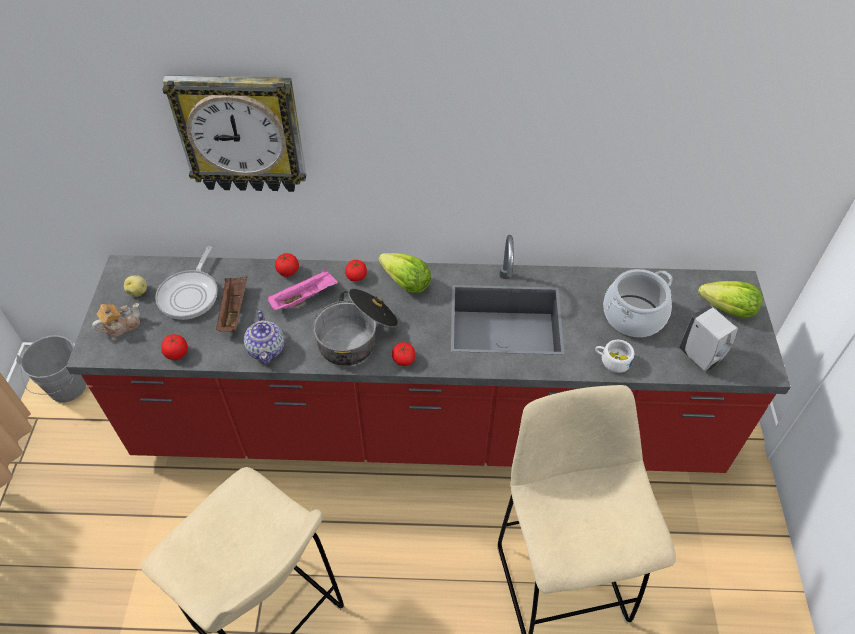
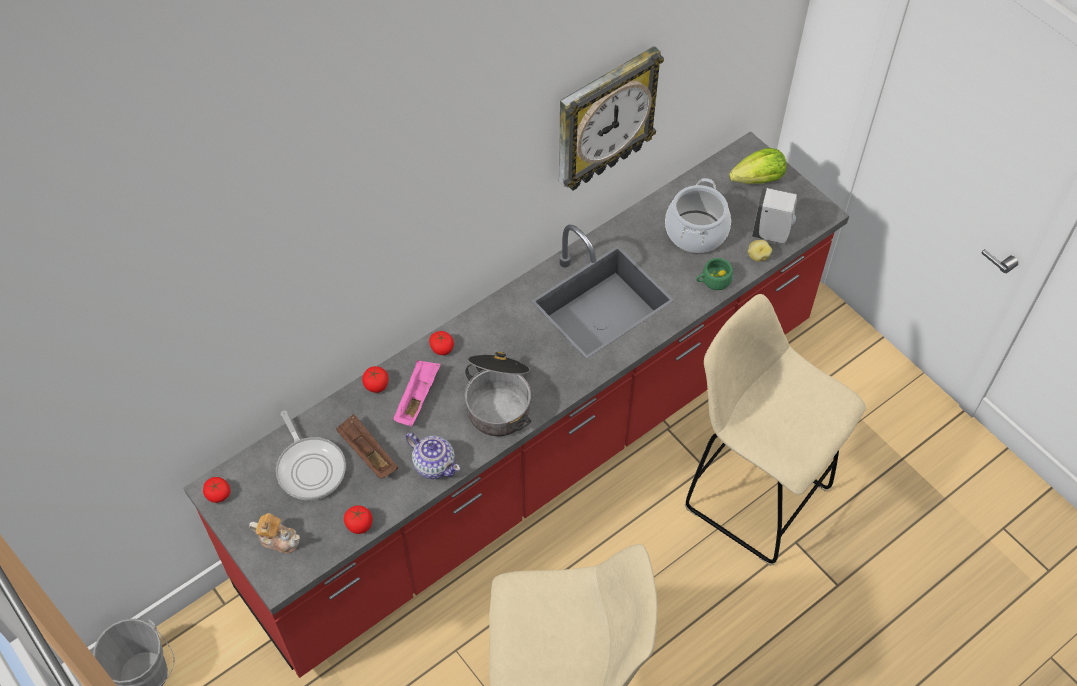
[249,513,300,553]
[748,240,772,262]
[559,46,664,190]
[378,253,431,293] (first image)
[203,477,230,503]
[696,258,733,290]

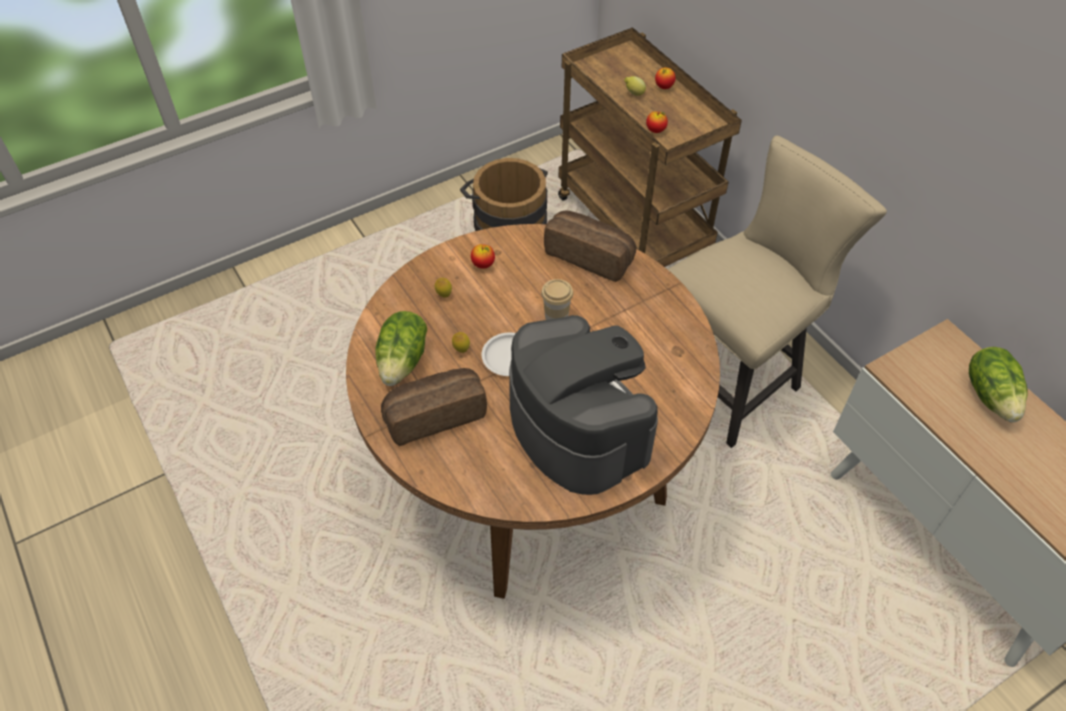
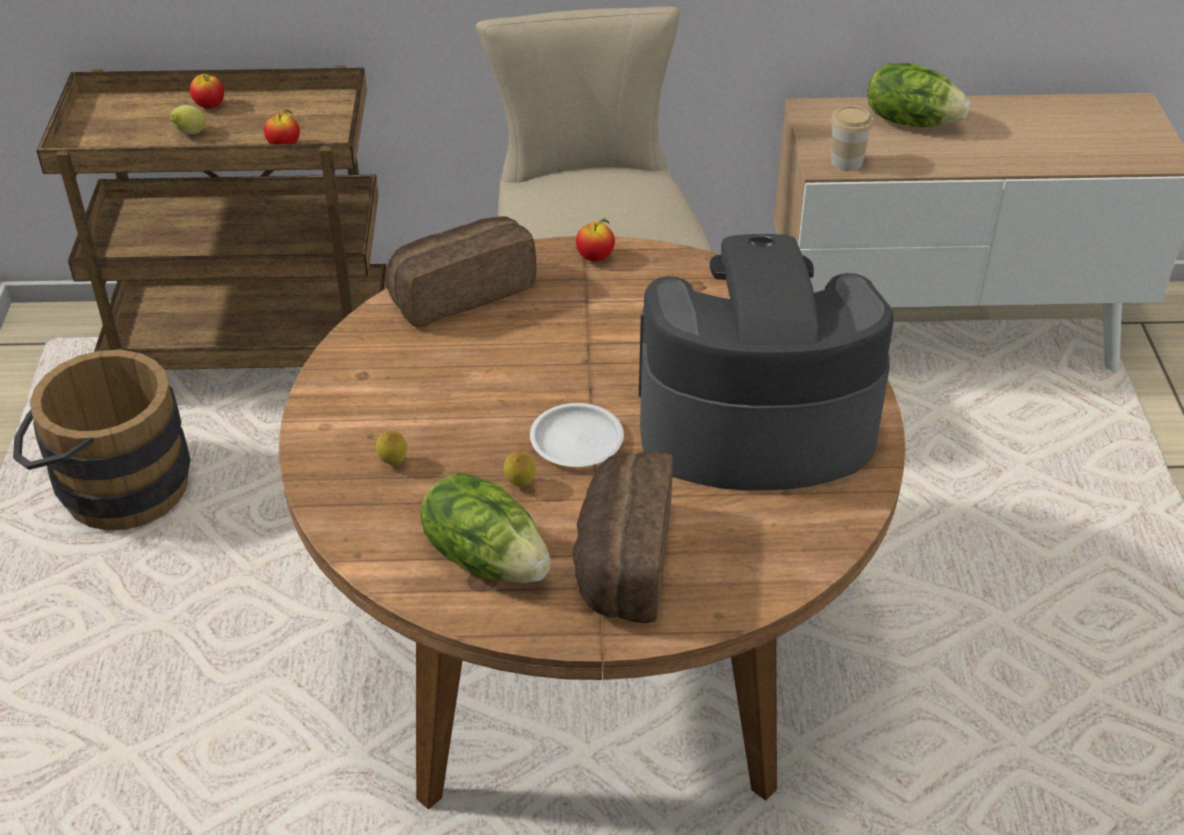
[576,218,615,262]
[831,106,874,171]

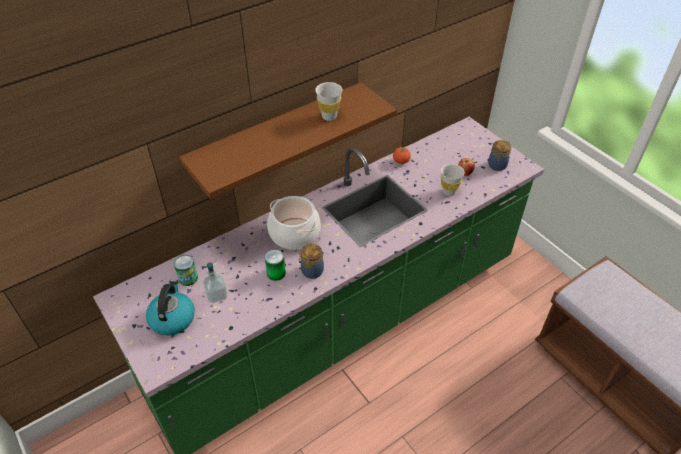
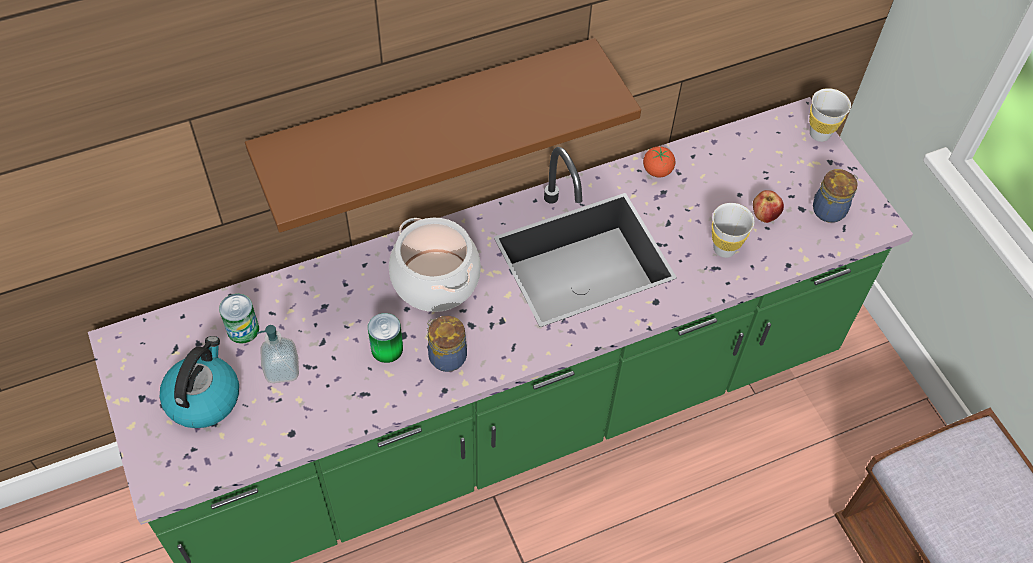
[809,88,851,142]

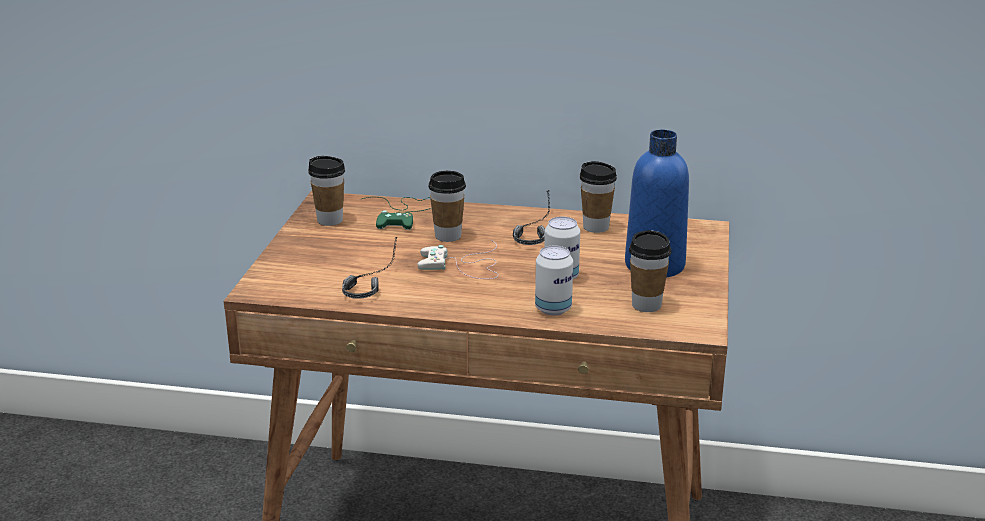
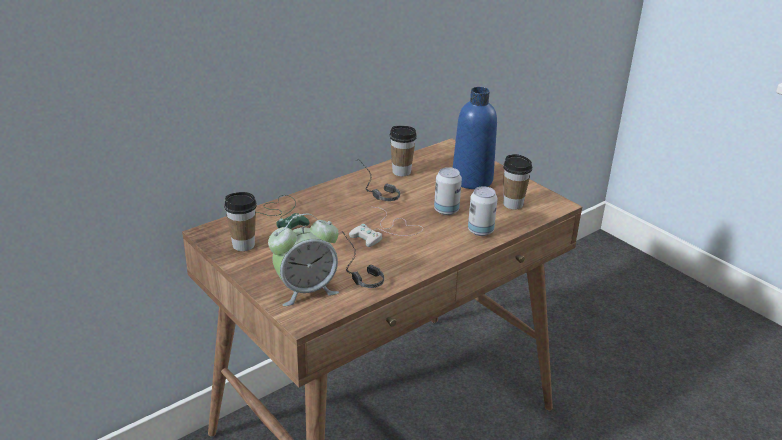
[428,171,466,242] (first image)
[268,214,339,306]

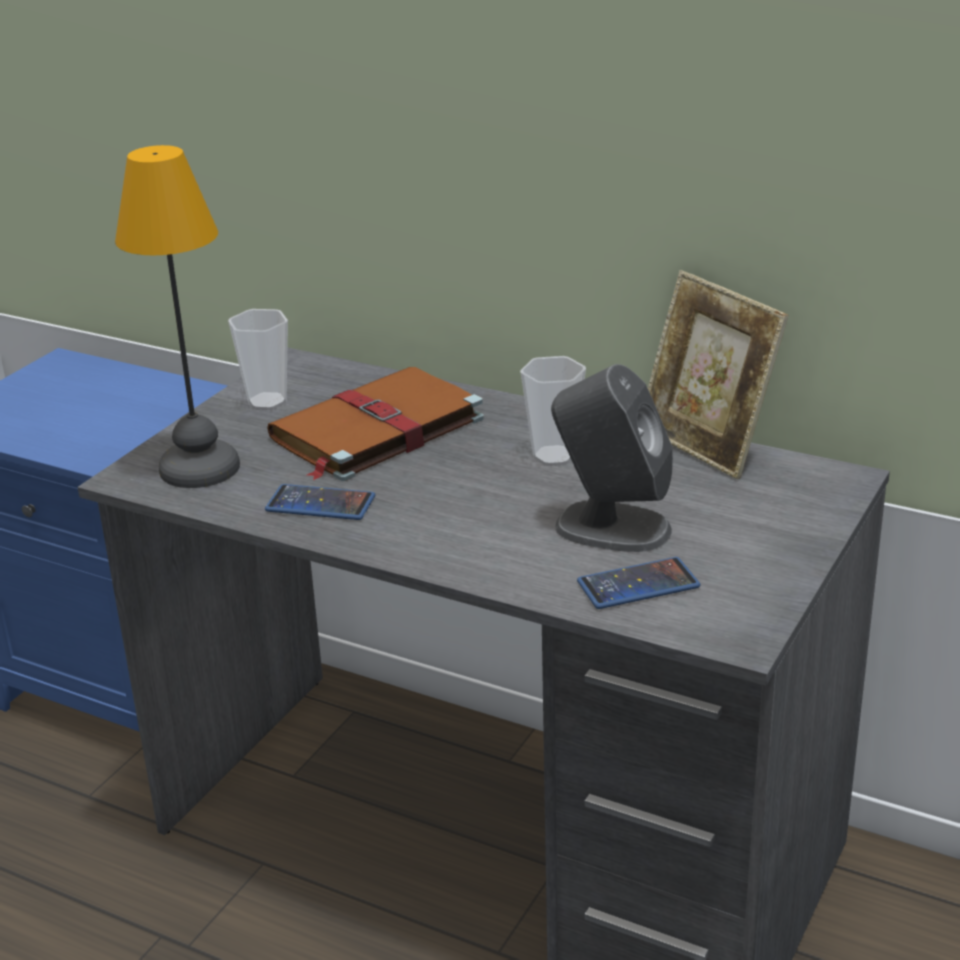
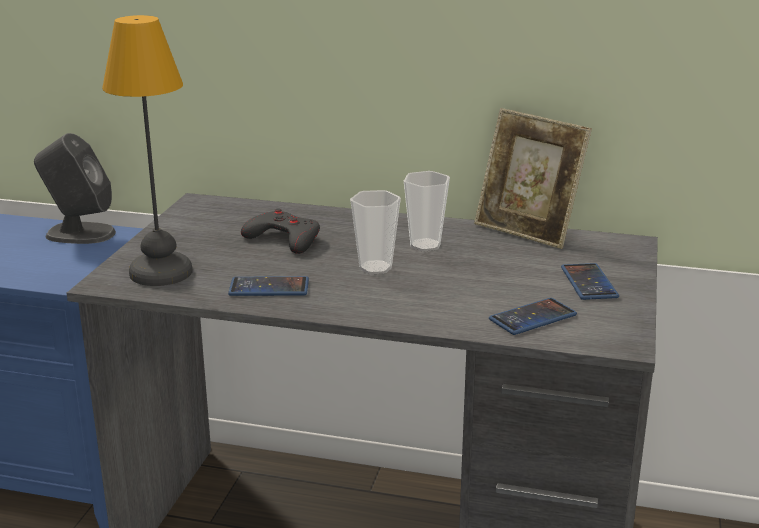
[350,190,401,274]
[241,209,320,254]
[34,133,116,244]
[561,263,619,300]

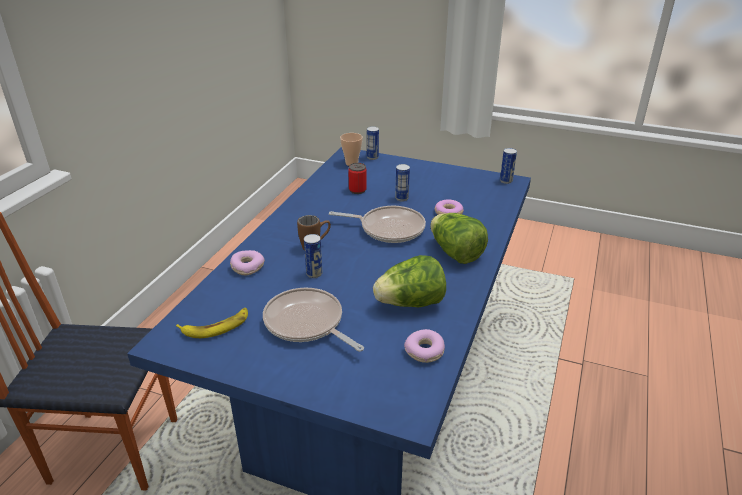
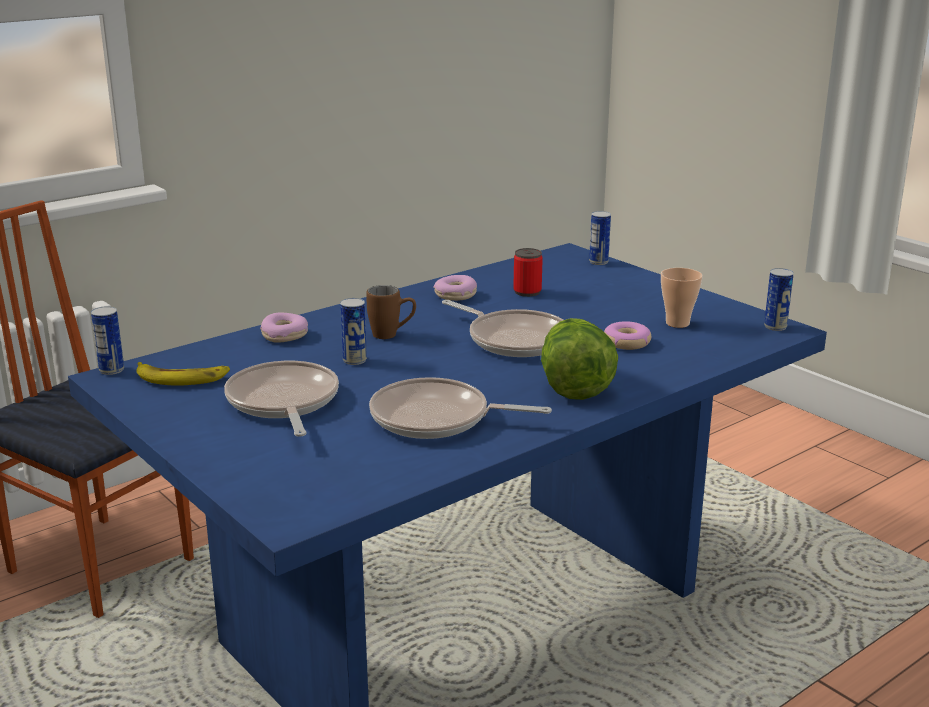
[661,268,703,328]
[369,377,552,439]
[91,306,124,375]
[433,275,477,301]

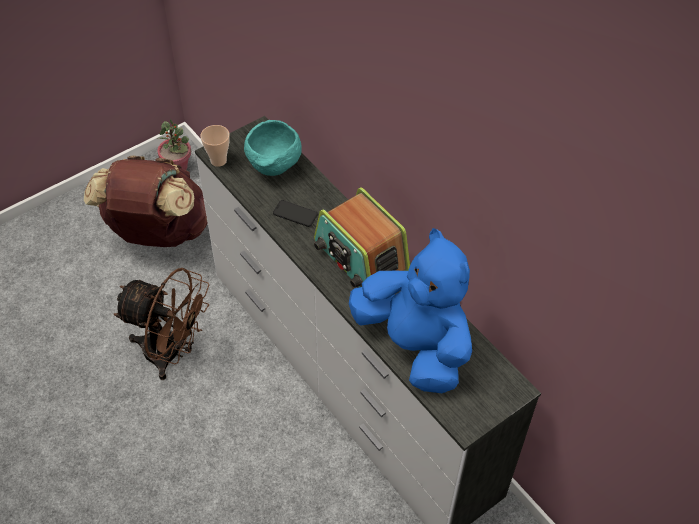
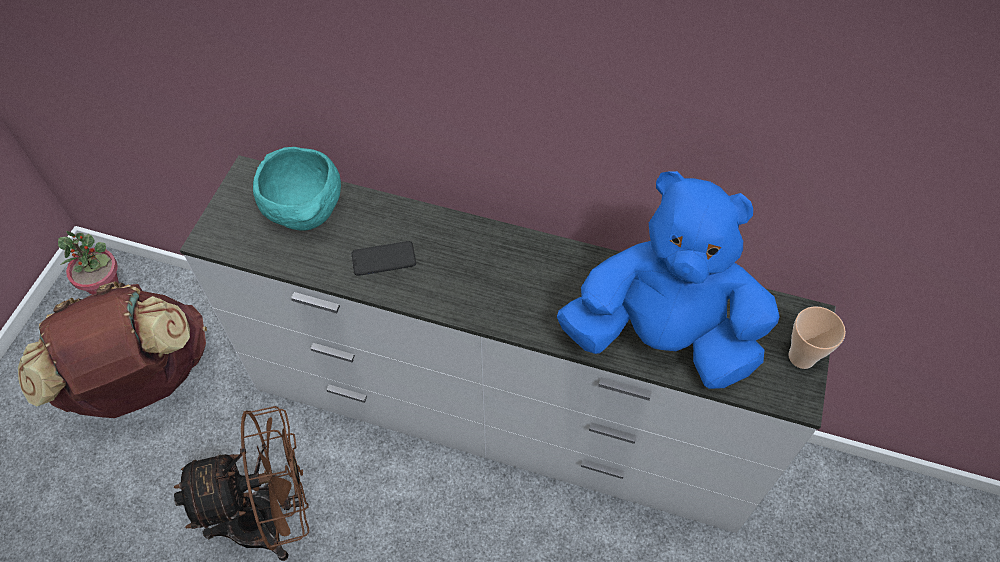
[788,306,846,369]
[314,187,410,288] (first image)

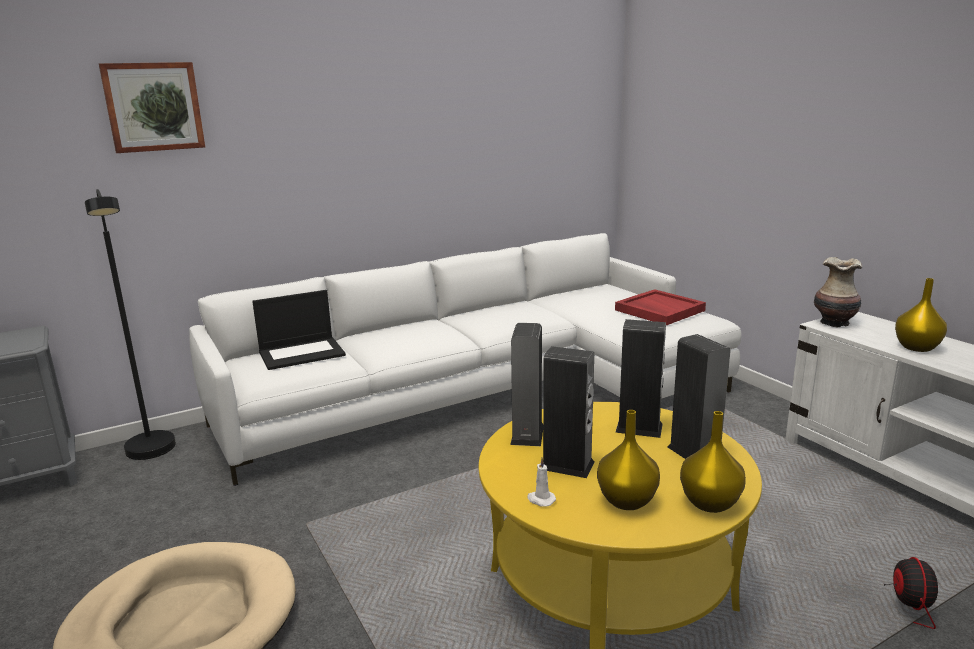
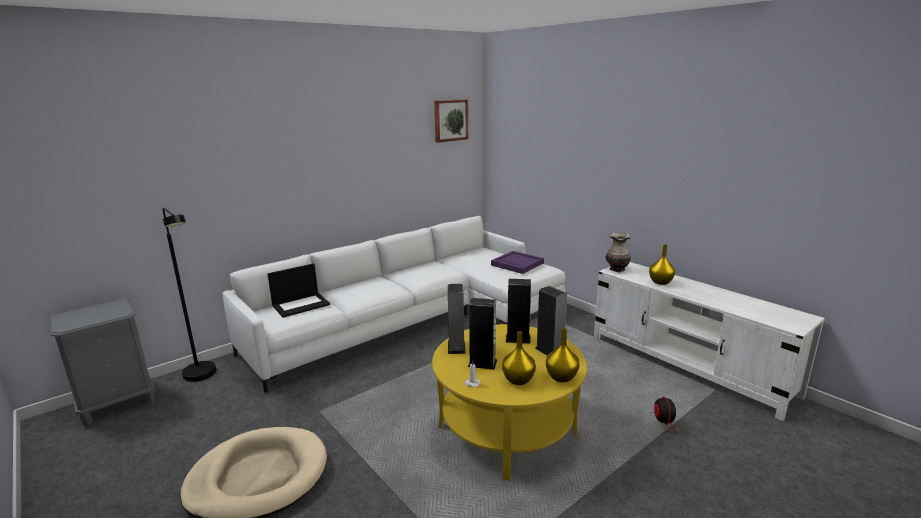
[434,99,468,142]
[491,251,544,274]

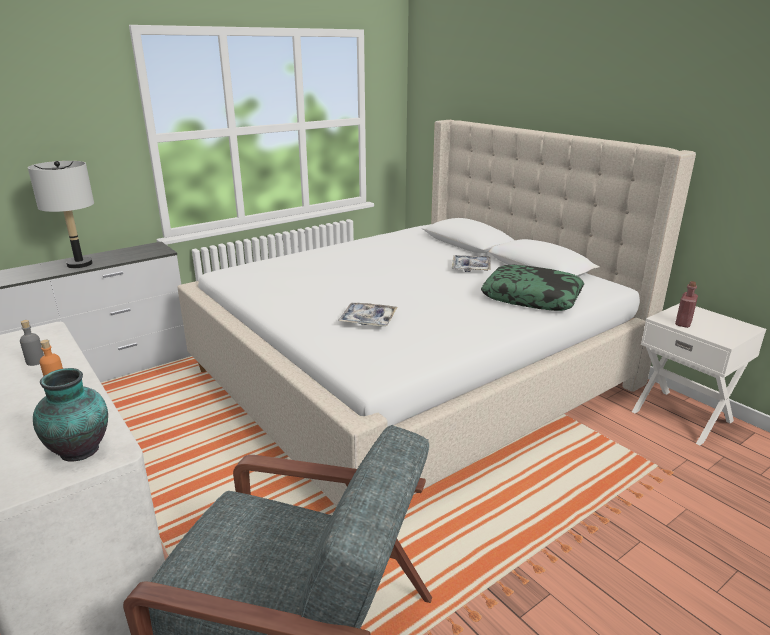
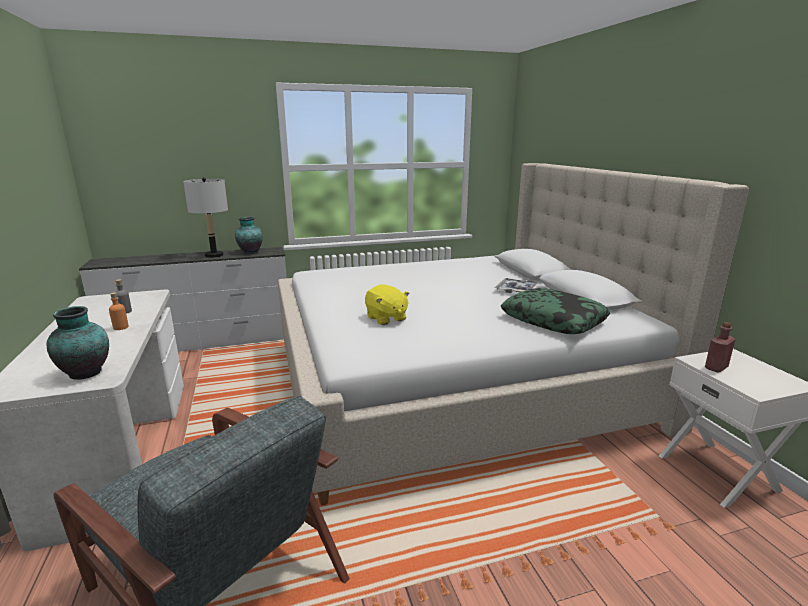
[365,285,410,325]
[235,217,263,254]

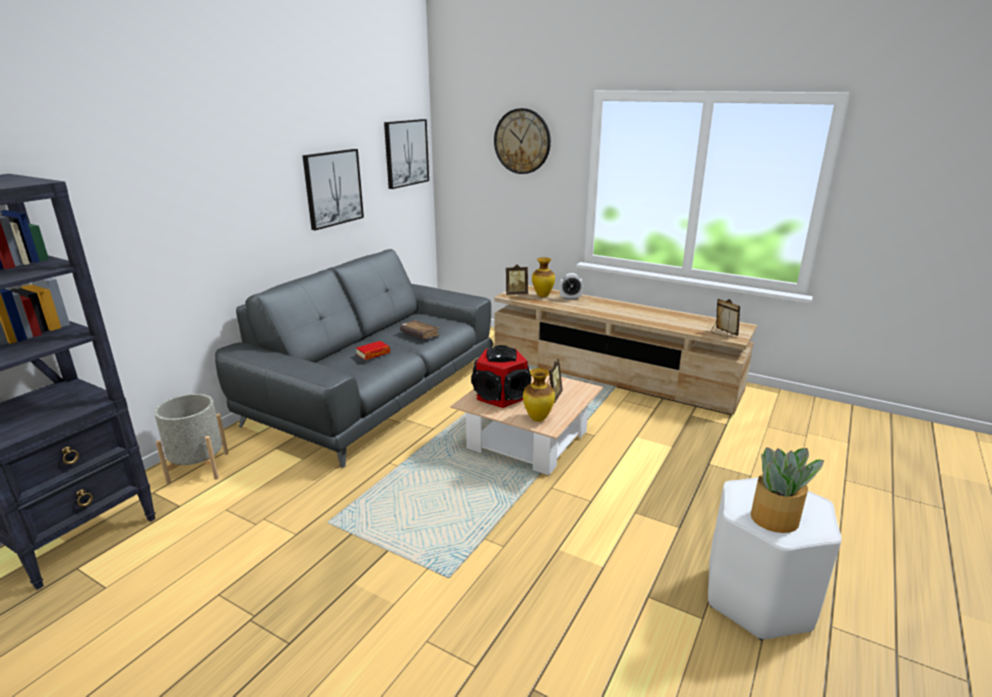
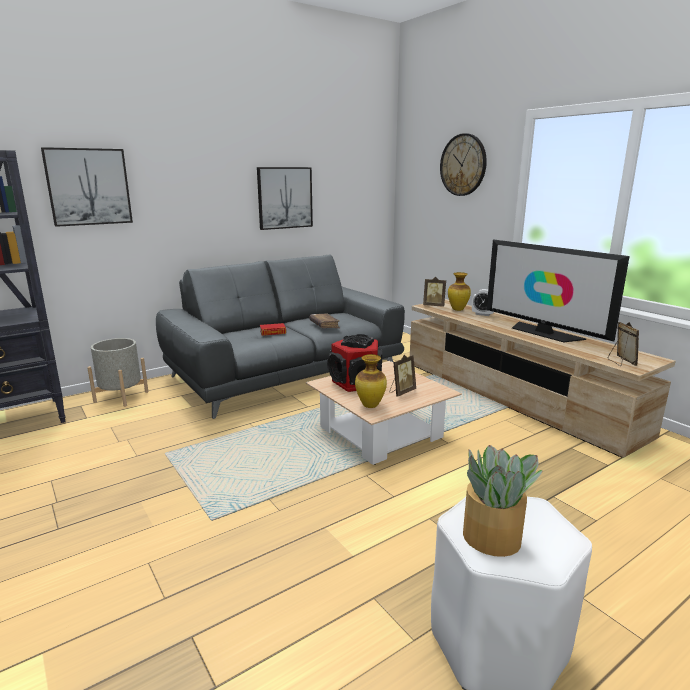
[41,147,133,227]
[487,240,630,342]

